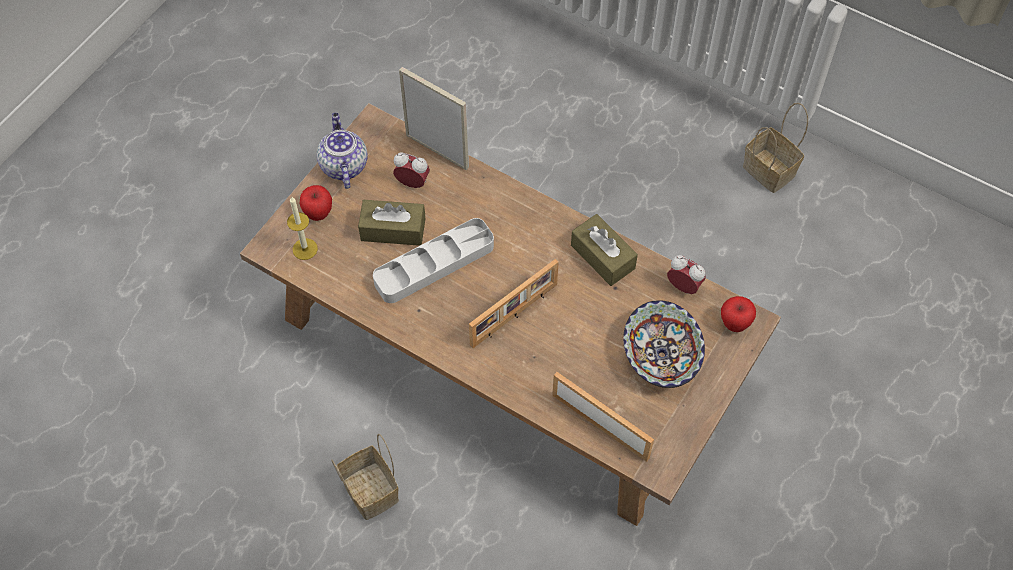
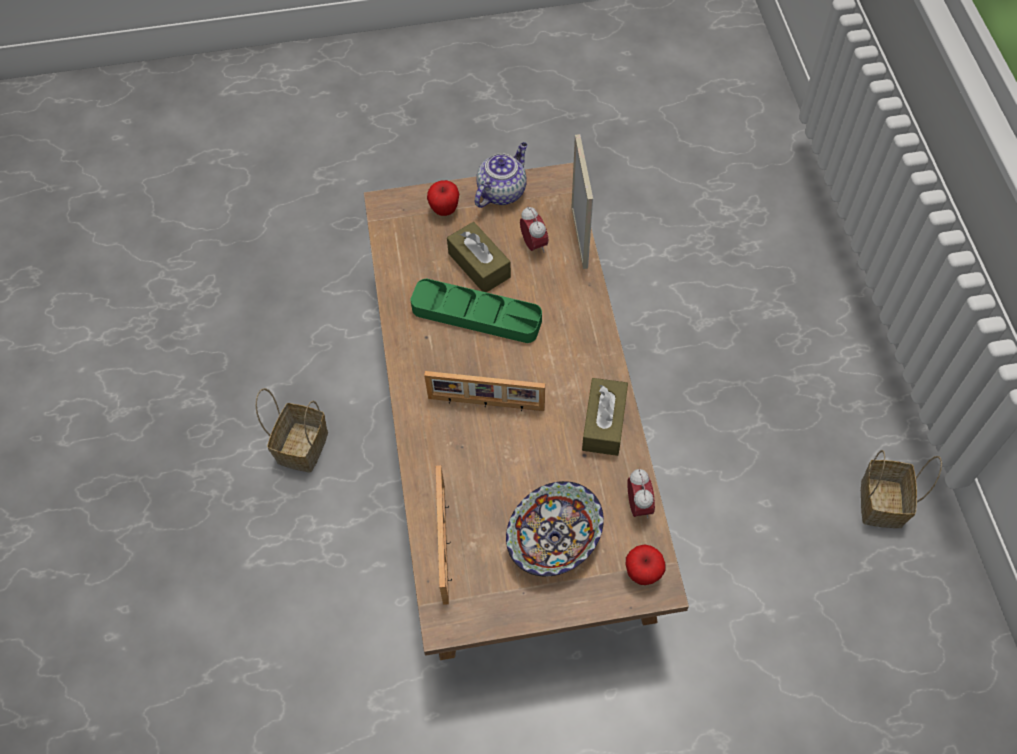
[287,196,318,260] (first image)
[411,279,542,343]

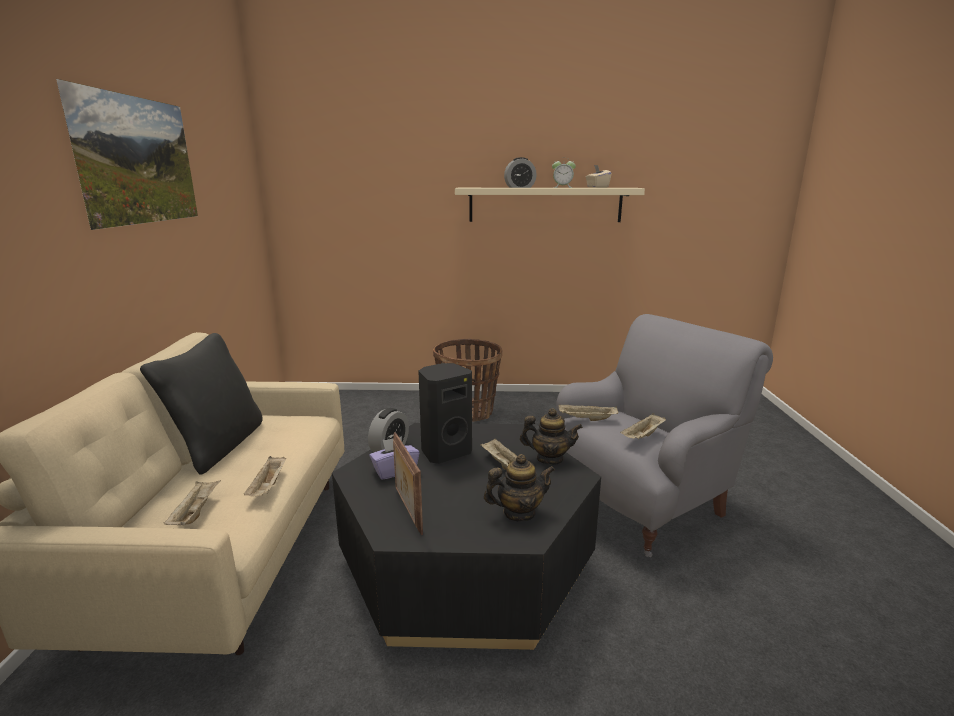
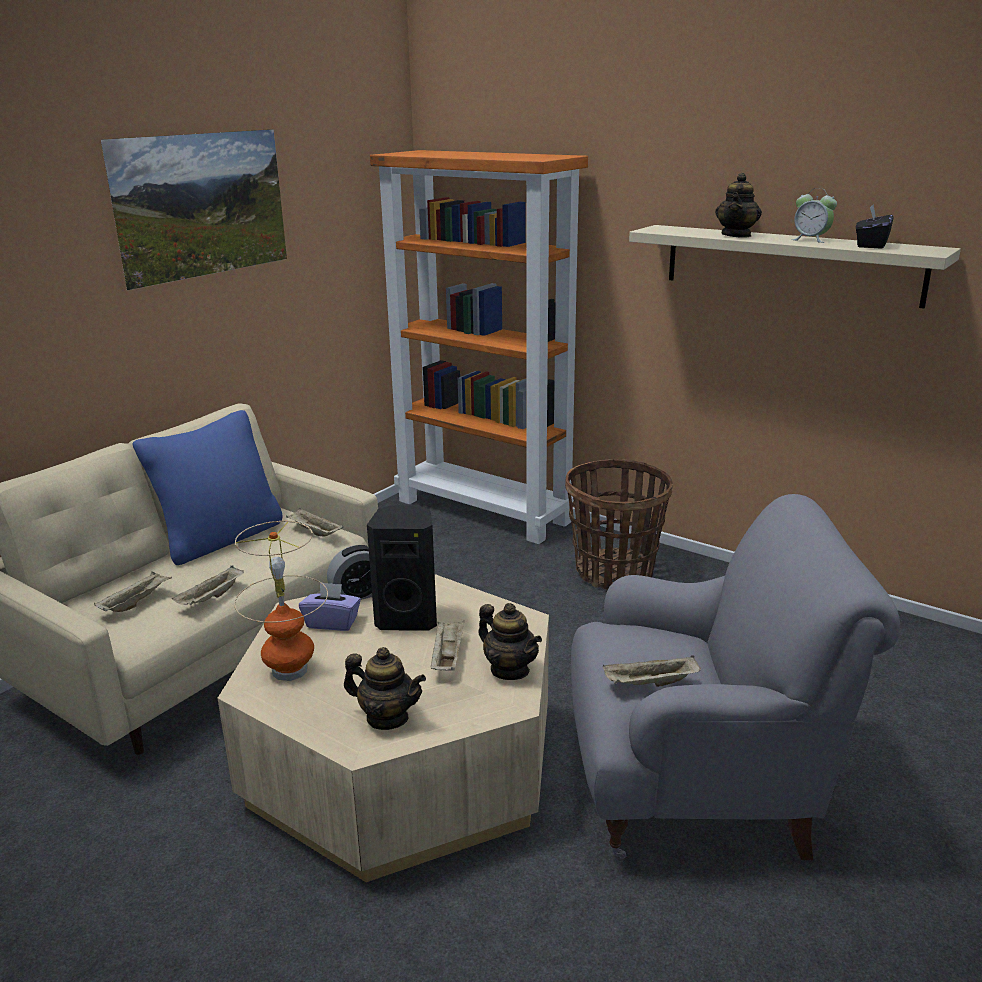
[133,410,282,565]
[217,574,549,882]
[234,521,328,681]
[715,173,762,238]
[286,509,344,537]
[856,204,893,249]
[370,150,588,544]

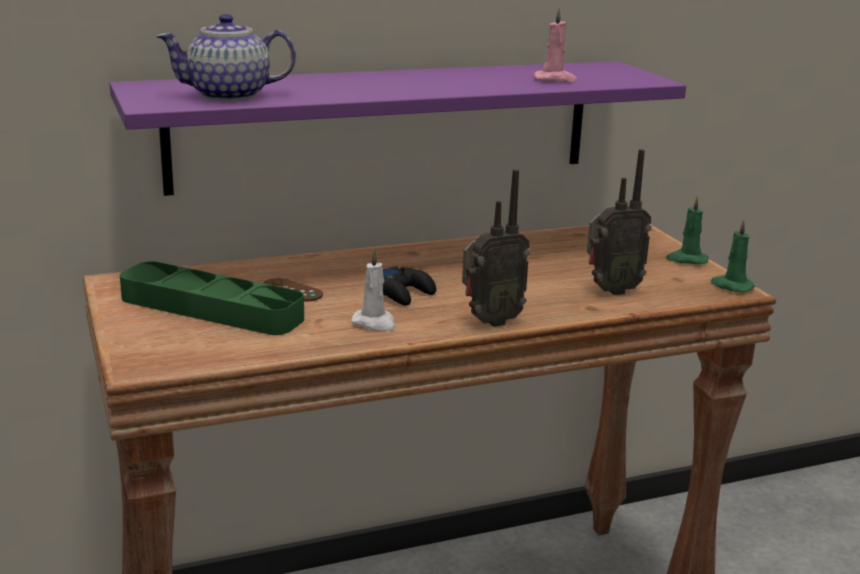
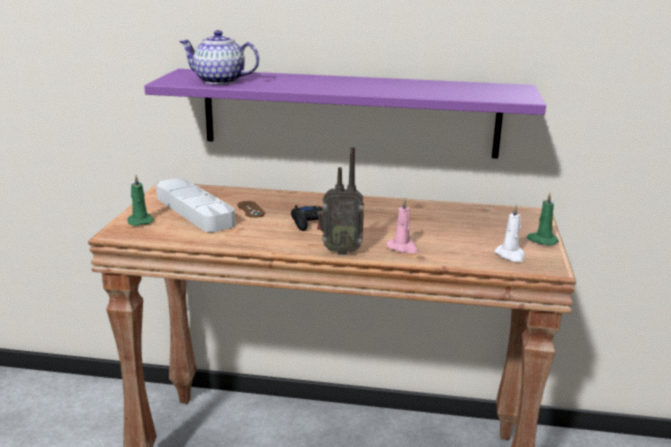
[156,178,235,232]
[495,205,525,262]
[387,198,418,253]
[587,149,652,295] (first image)
[128,175,154,226]

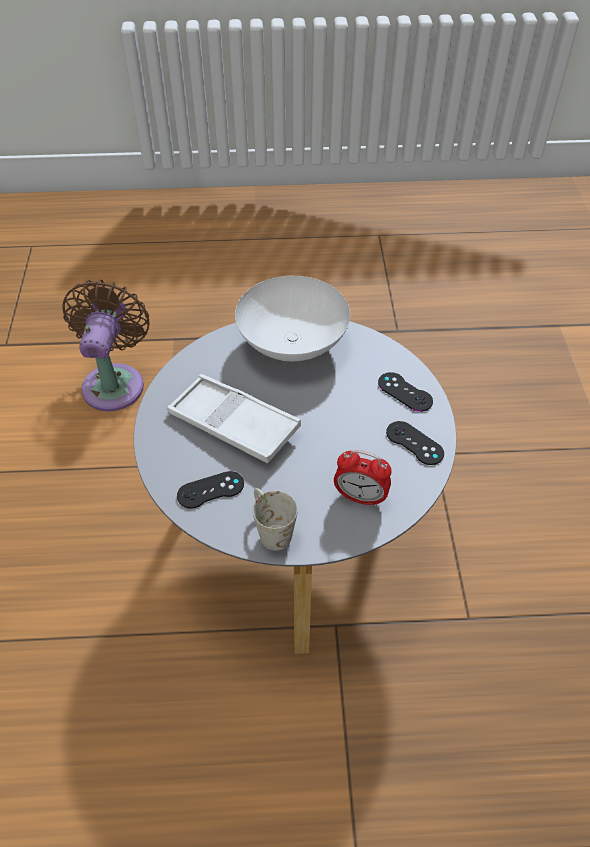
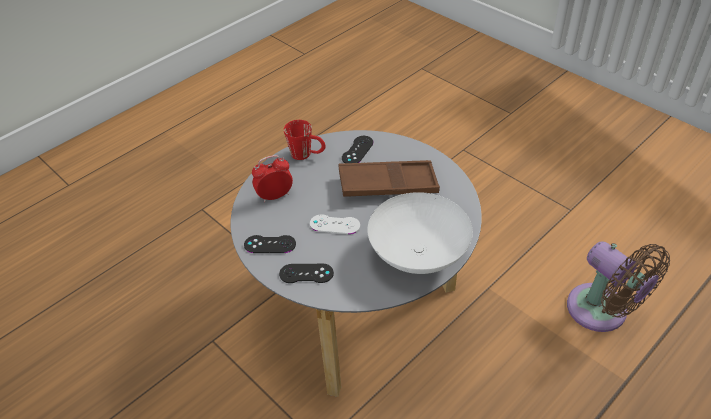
[339,160,440,197]
[284,120,326,160]
[310,214,360,234]

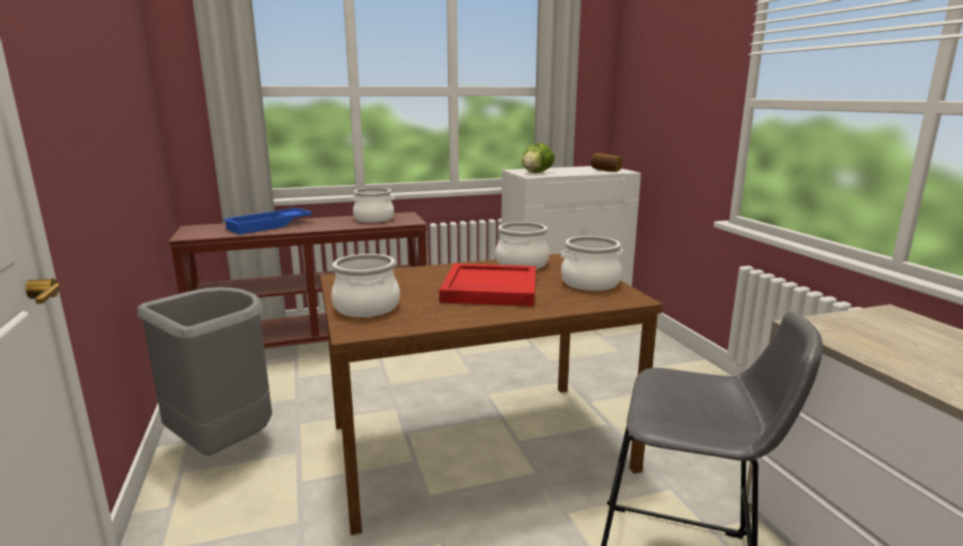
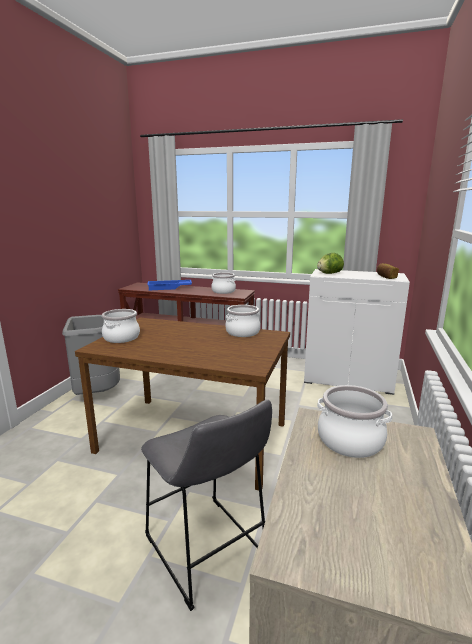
[439,263,536,306] (first image)
[317,385,392,458]

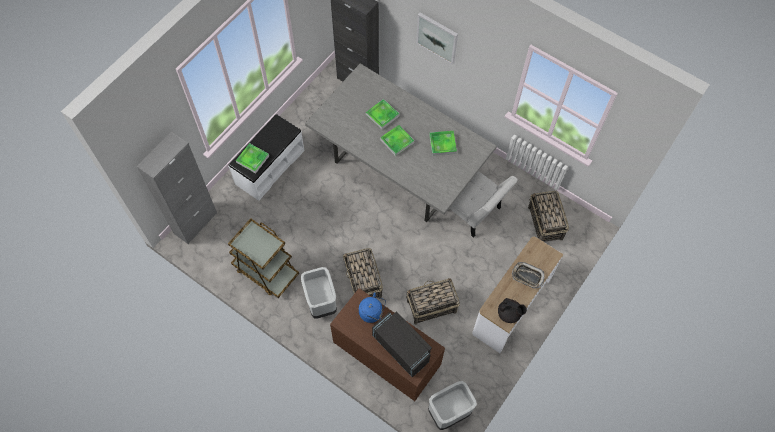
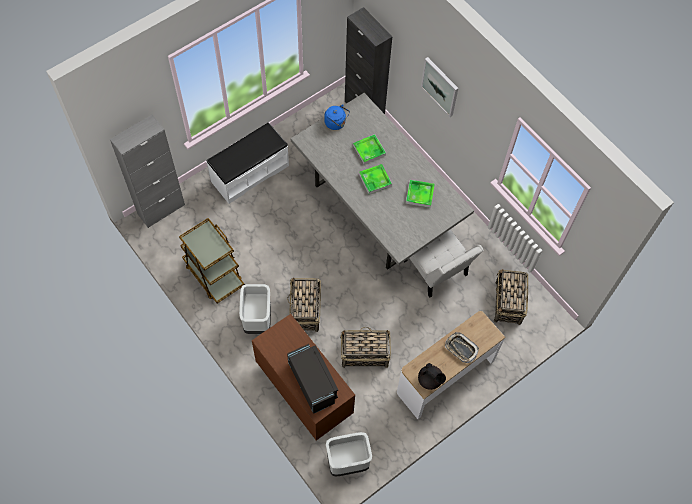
[236,143,269,173] (first image)
[324,104,350,130]

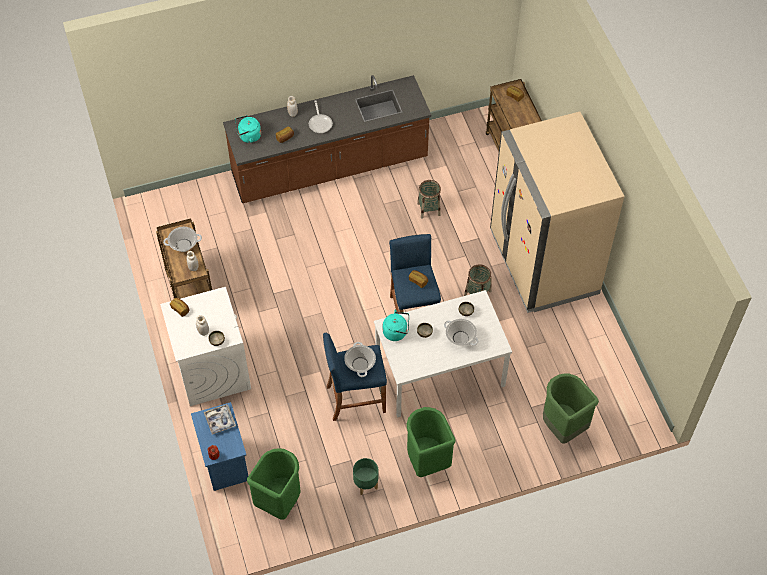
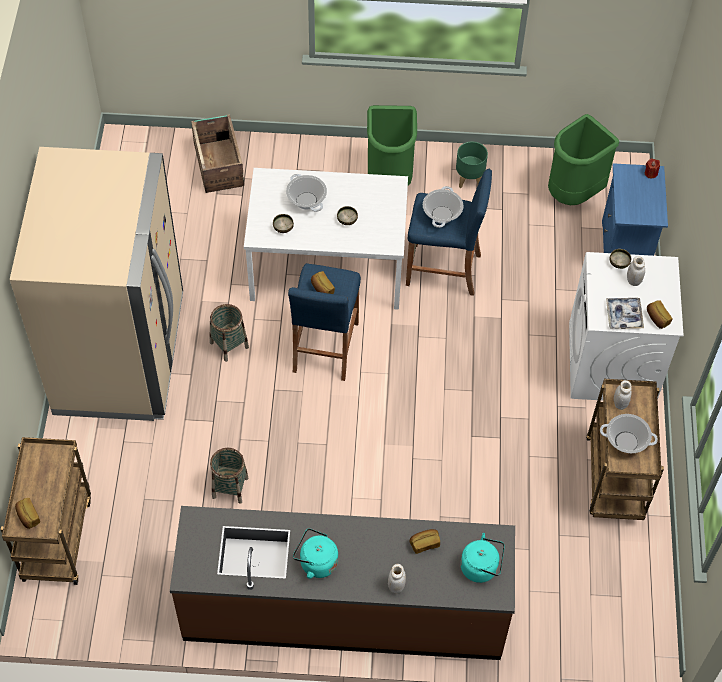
[606,298,644,329]
[309,100,333,133] (first image)
[293,528,338,579]
[191,115,244,193]

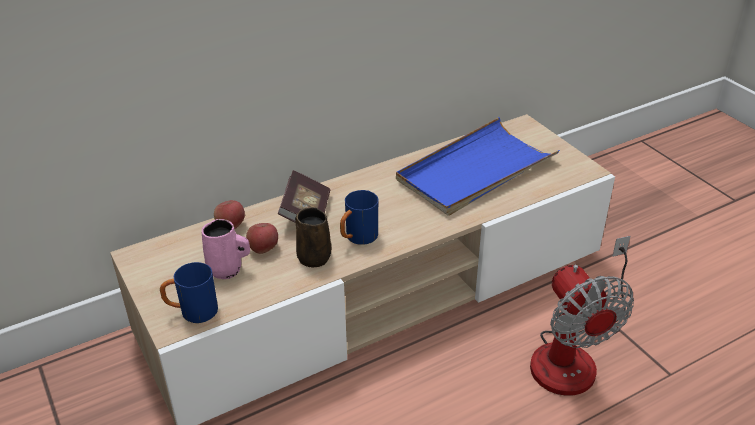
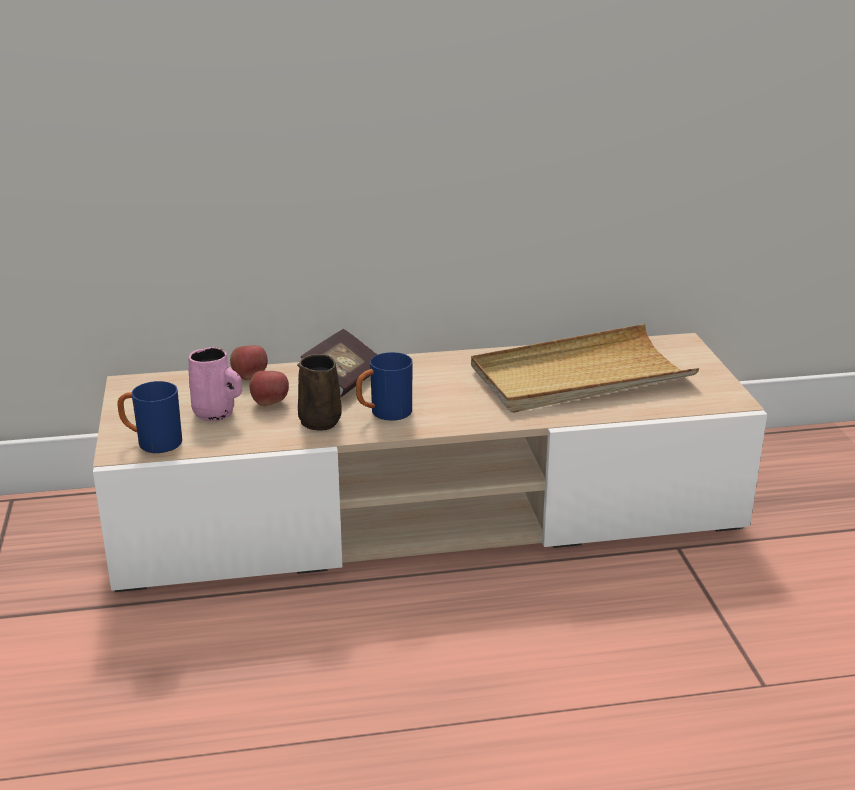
[471,324,700,413]
[530,236,634,396] (first image)

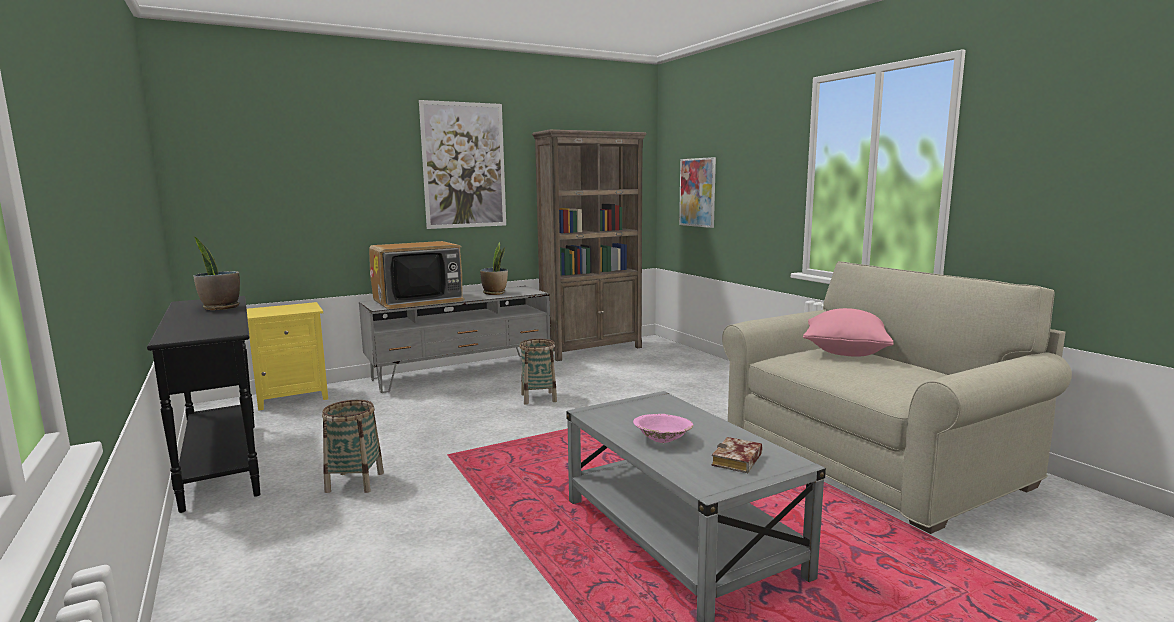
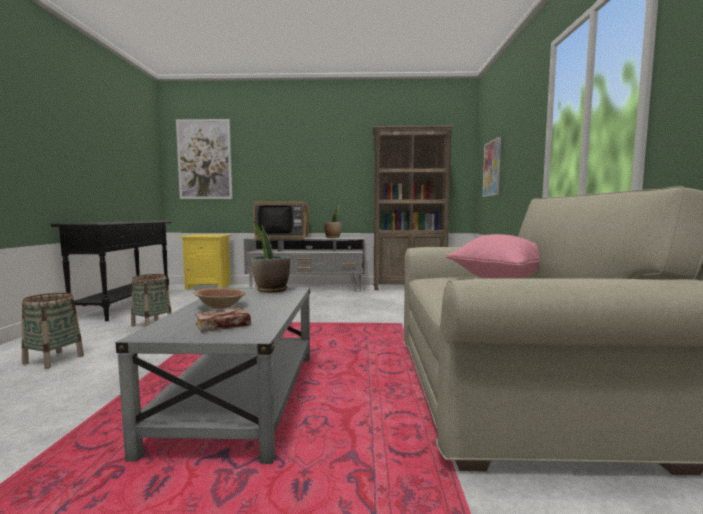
[251,221,290,293]
[176,119,232,199]
[22,293,84,369]
[193,288,246,309]

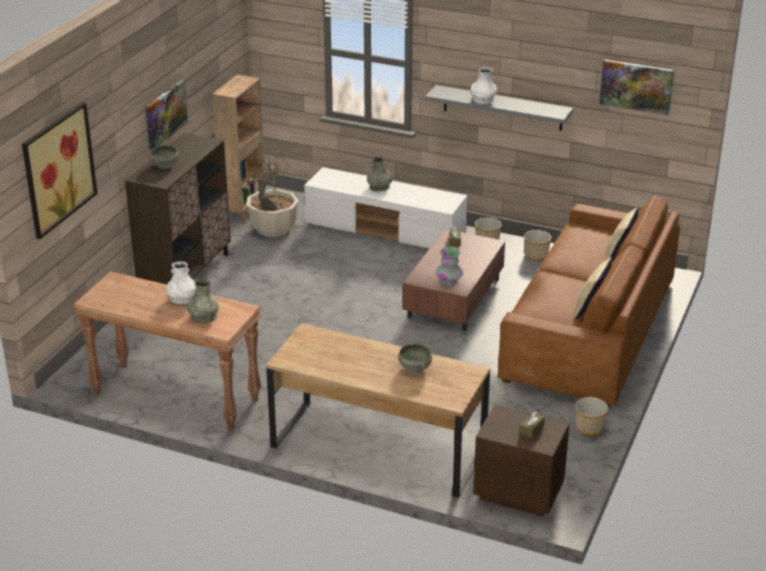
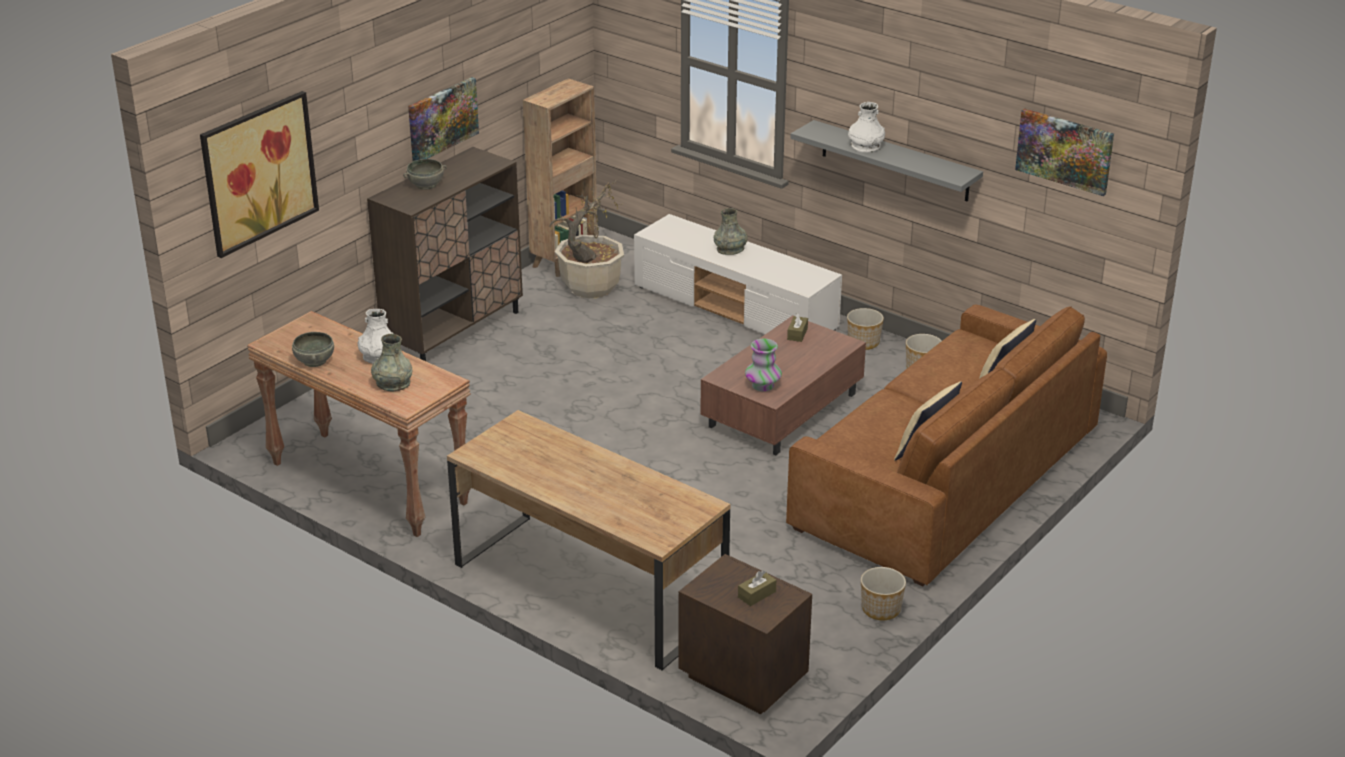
[292,332,334,367]

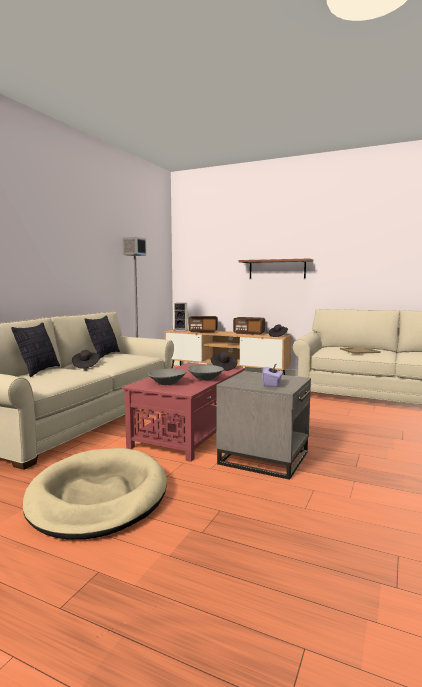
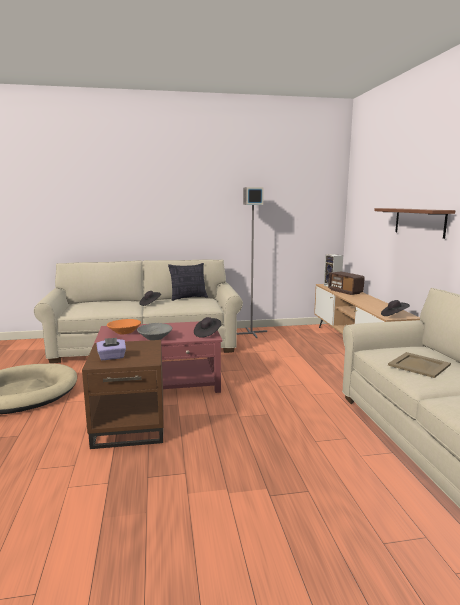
[11,322,60,377] (first image)
[107,319,141,334]
[82,340,163,449]
[233,317,265,335] (first image)

